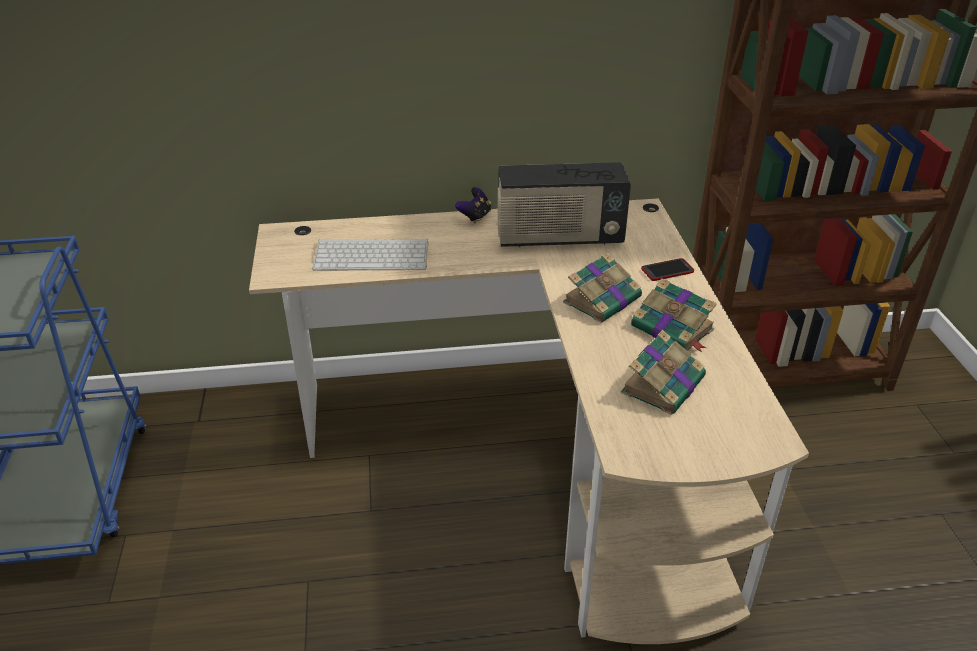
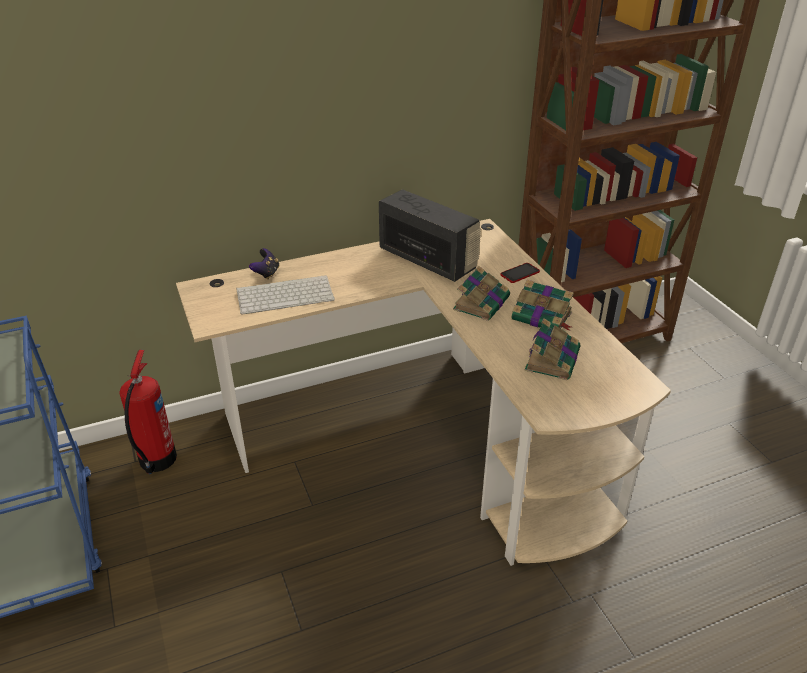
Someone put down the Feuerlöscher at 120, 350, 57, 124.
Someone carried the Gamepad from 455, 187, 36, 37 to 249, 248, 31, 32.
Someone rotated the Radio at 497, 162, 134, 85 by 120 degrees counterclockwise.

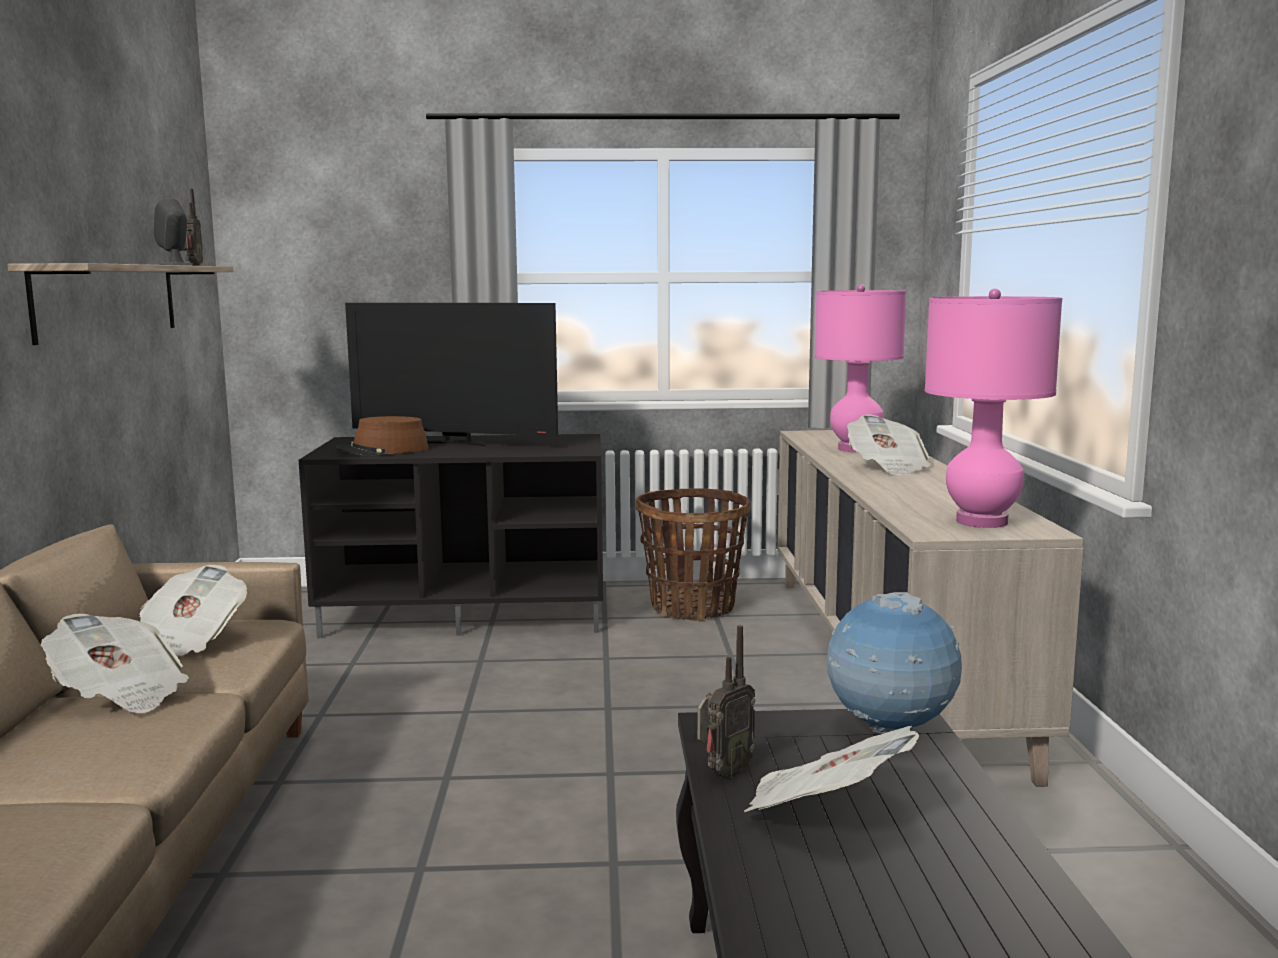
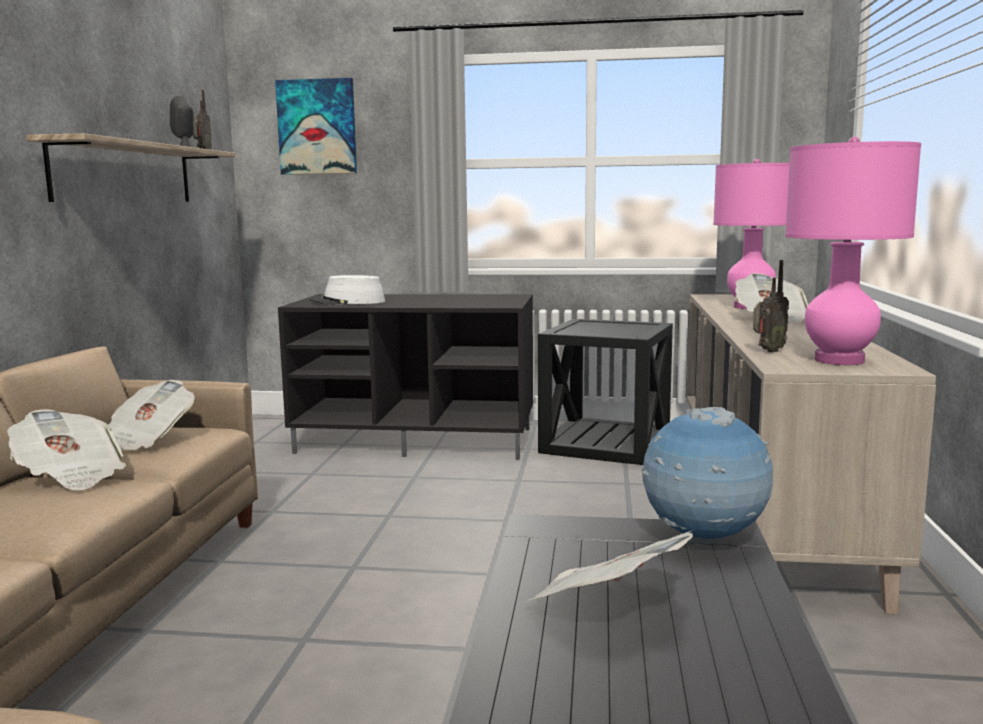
Someone took away the Fernseher at 345, 303, 213, 143.
Someone put up the Bild at 275, 78, 82, 97.
Someone carried the Radio from 697, 625, 58, 153 to 753, 260, 36, 92.
Someone swapped the Korb at 636, 488, 114, 133 for the Beistelltisch/schwarz at 538, 319, 135, 146.
Someone repainted the Hut/braun at 335, 416, 94, 39, which became the Hut/weiß at 309, 275, 76, 30.

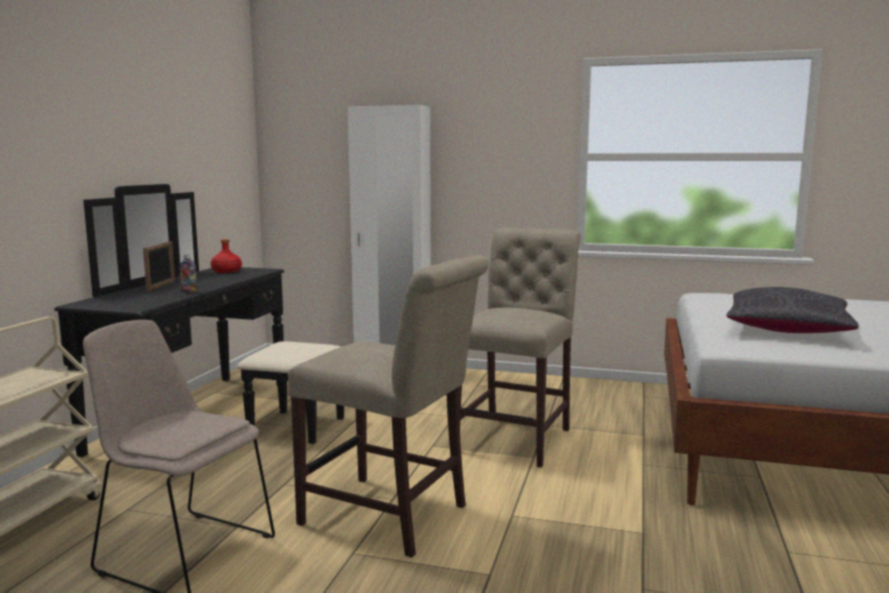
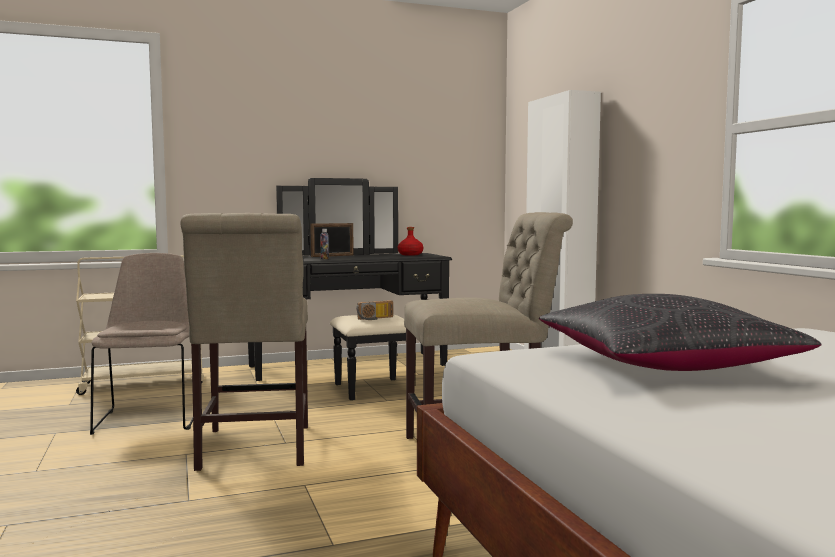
Someone put down the Radio at 356, 300, 37, 20.

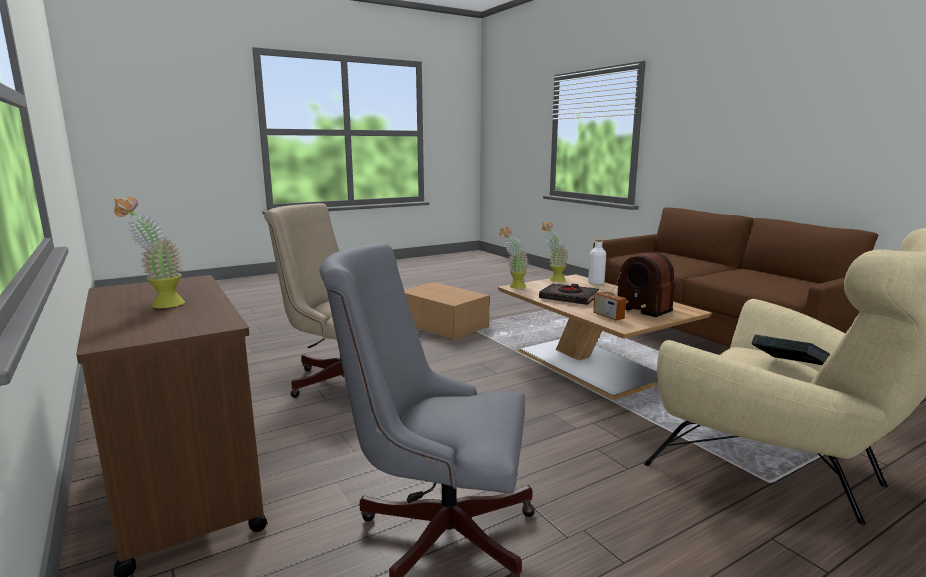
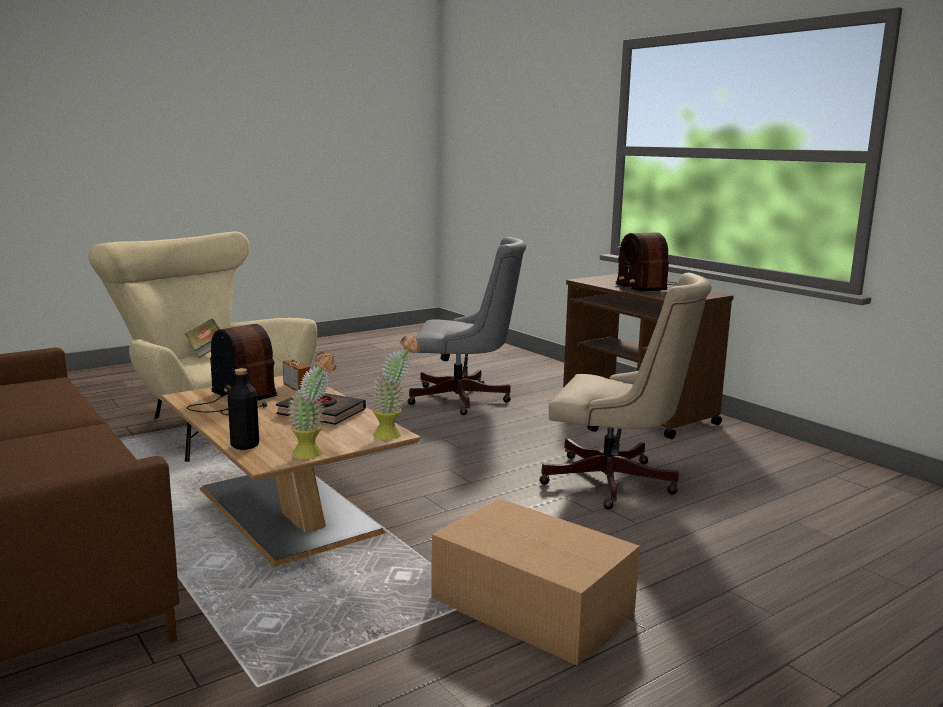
Someone swapped the Topfpflanze at 114, 197, 71, 111 for the Radio at 616, 232, 59, 60.
Someone repainted the Flasche/weiß at 588, 239, 18, 46, which became the Flasche/schwarz at 228, 368, 31, 82.

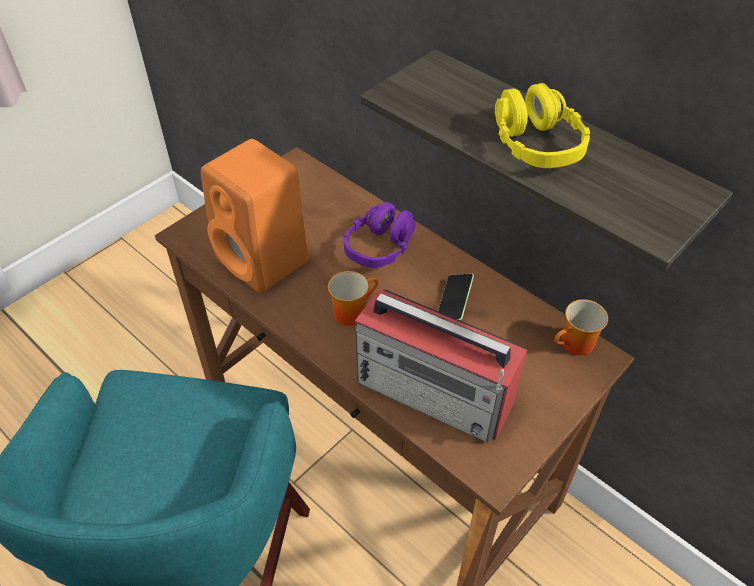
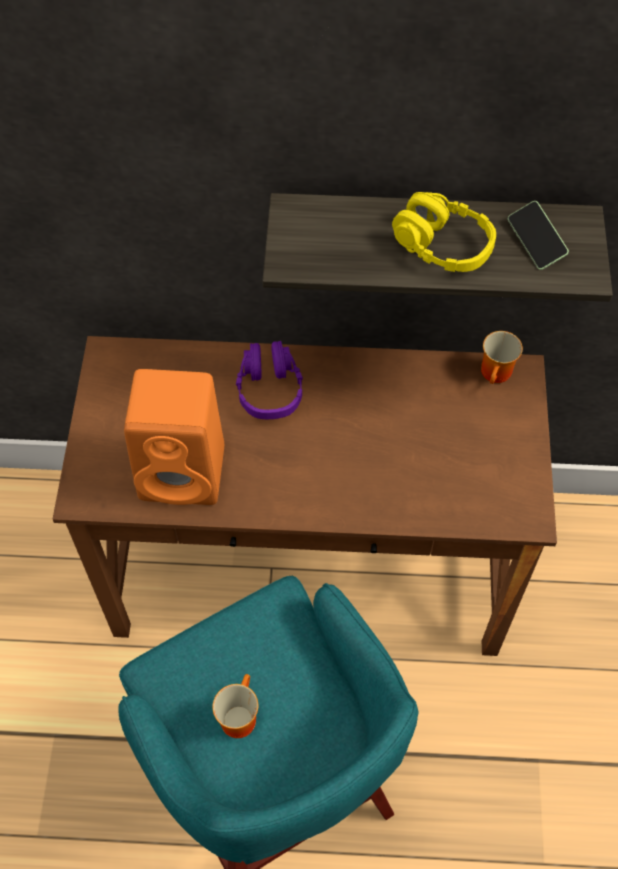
Someone took away the Radio at 355, 289, 172, 154.
Someone carried the Henkelbecher from 328, 271, 50, 55 to 213, 674, 45, 64.
Someone carried the Handy from 438, 273, 36, 47 to 508, 201, 61, 69.

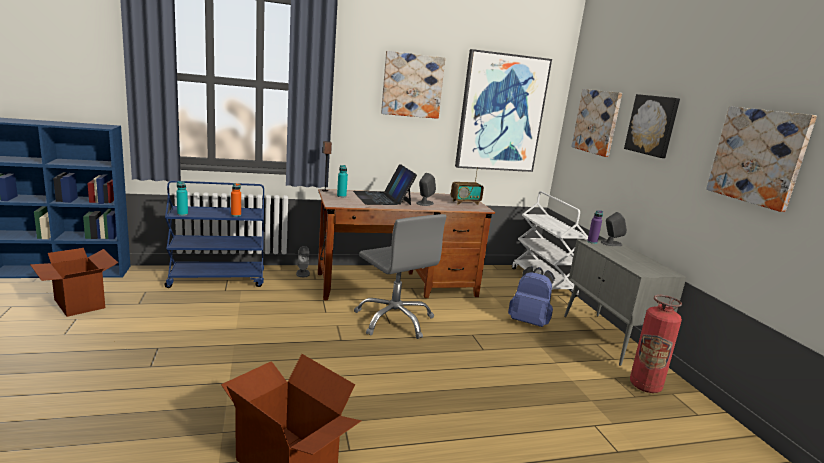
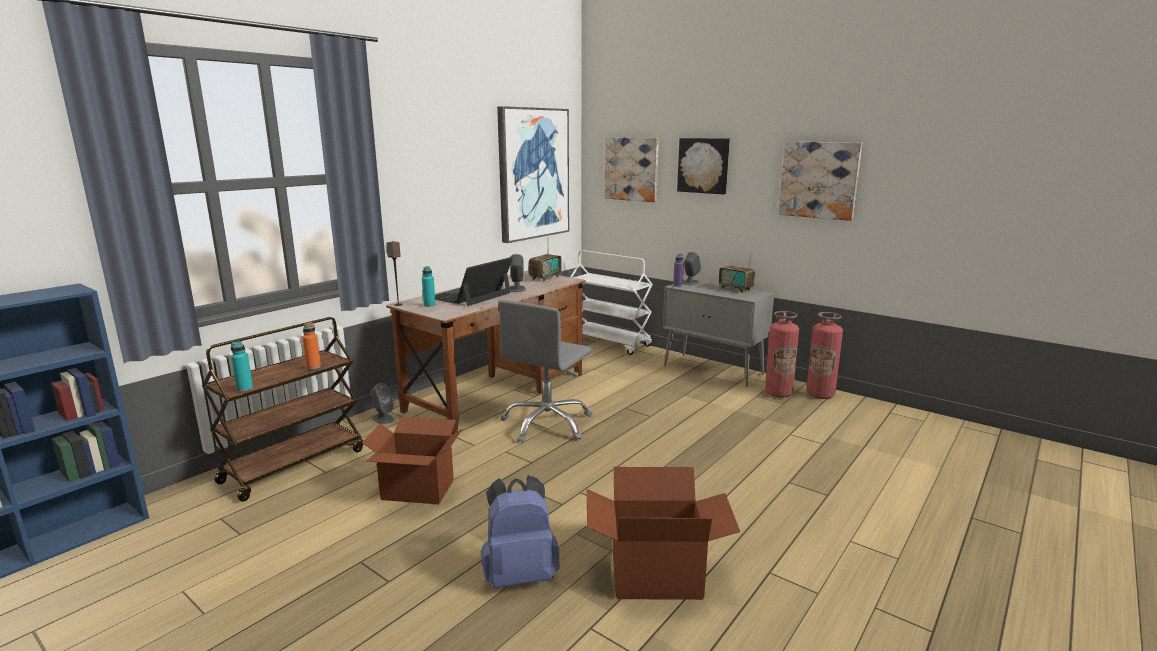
Someone took away the Bild at 381, 51, 64, 68.
Someone put down the Radio at 719, 253, 36, 40.
Someone put down the Feuerlöscher at 806, 312, 37, 87.
Someone carried the Karton from 30, 248, 88, 69 to 362, 417, 101, 87.
Someone carried the Rucksack/blau from 508, 266, 47, 61 to 481, 475, 79, 113.
Someone repainted the Rollwagen/blau at 164, 181, 100, 107, which became the Rollwagen/braun at 202, 317, 162, 185.
Someone rotated the Laptop at 353, 164, 64, 41 by 90 degrees clockwise.
Someone rotated the Bürostuhl/grau at 354, 214, 93, 125 by 105 degrees clockwise.

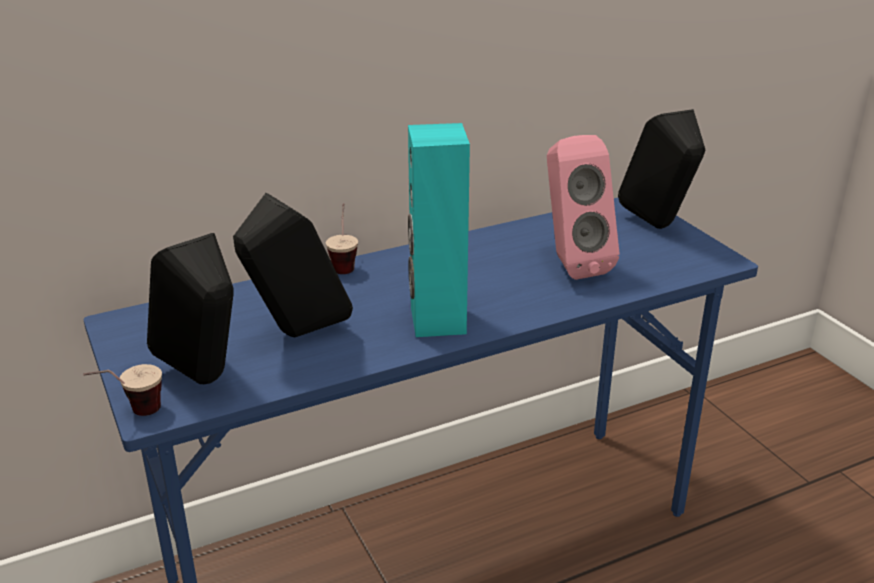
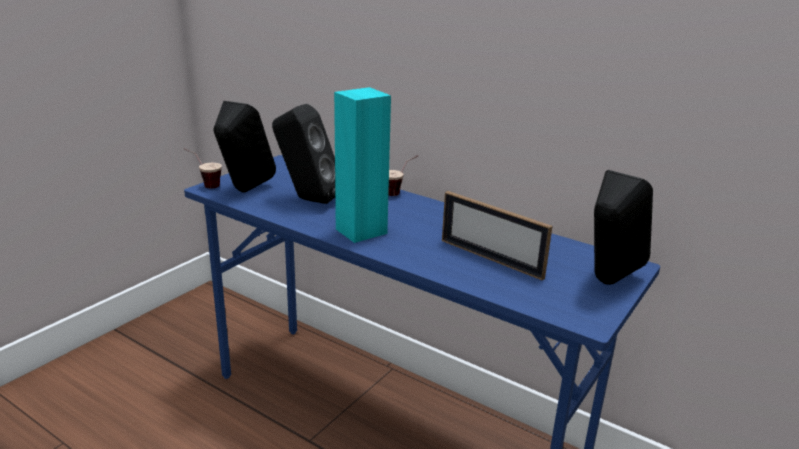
Someone swapped the Lautsprecher/rosa at 547, 135, 73, 145 for the Bilderrahmen at 442, 191, 111, 90.

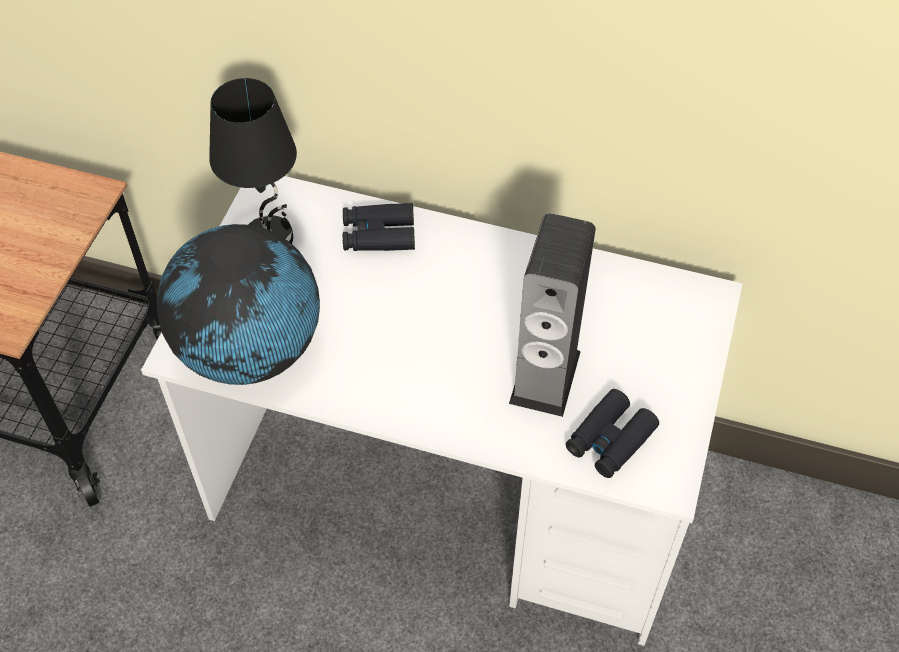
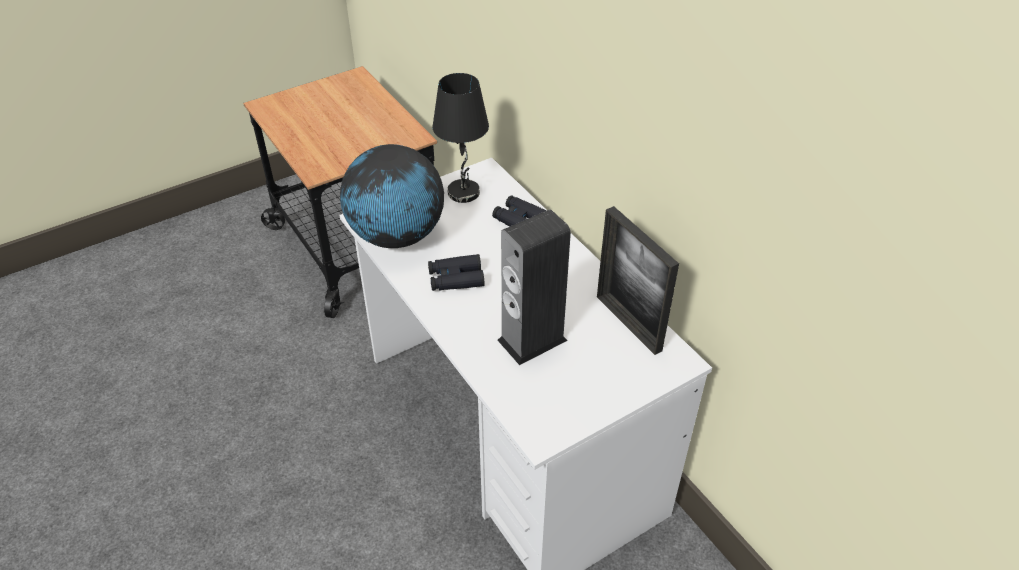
Someone put down the Bilderrahmen at 597, 206, 82, 149.
Someone carried the Fernglas/schwarz from 566, 389, 93, 89 to 428, 254, 57, 37.

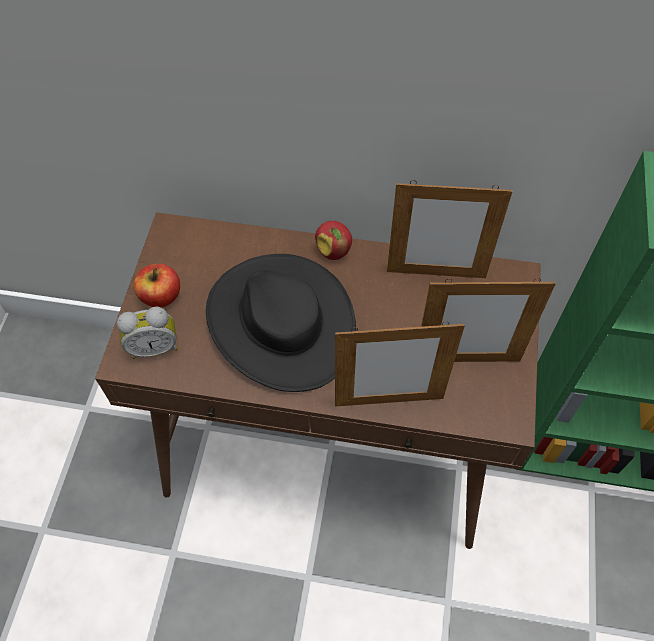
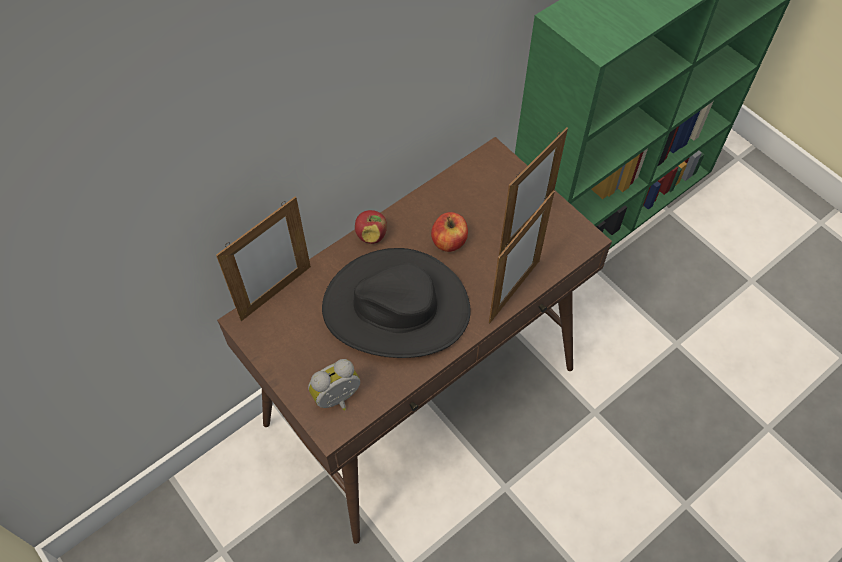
Someone carried the Apfel from 134, 264, 46, 44 to 431, 212, 37, 40.
Someone carried the Bilderrahmen from 387, 180, 126, 98 to 216, 196, 95, 125.
Someone rotated the Wecker at 117, 307, 61, 52 by 150 degrees counterclockwise.

